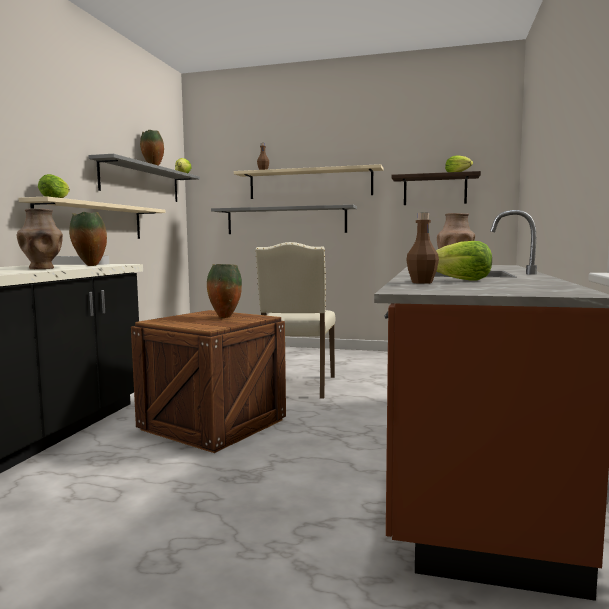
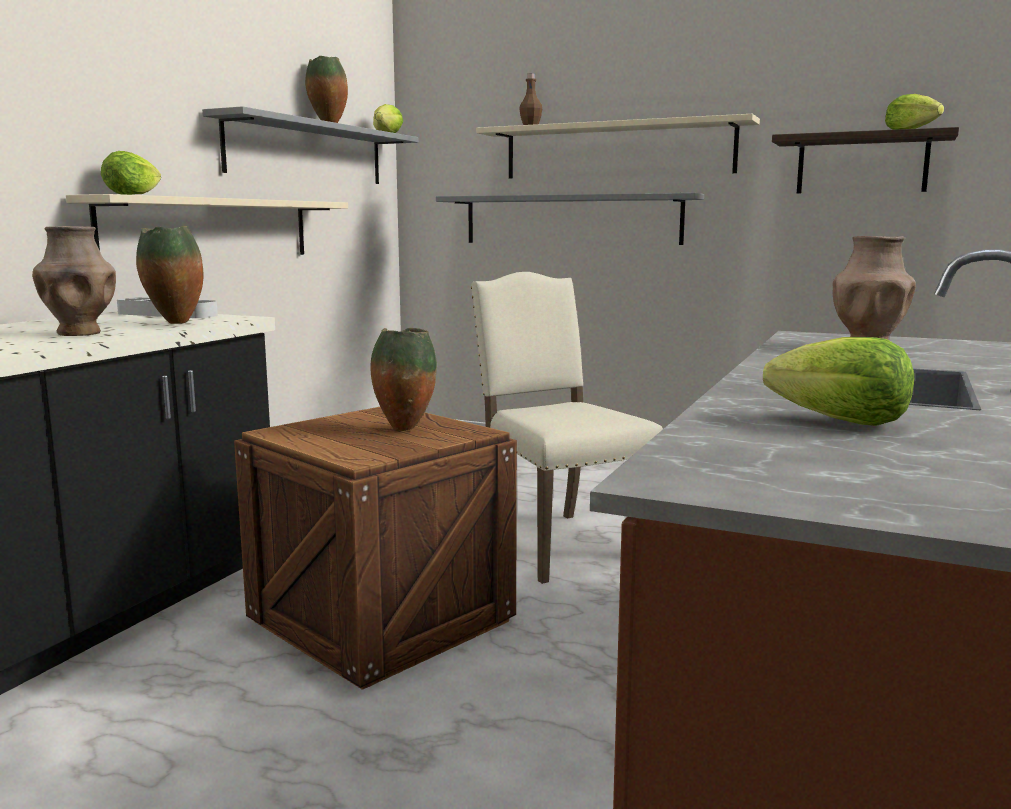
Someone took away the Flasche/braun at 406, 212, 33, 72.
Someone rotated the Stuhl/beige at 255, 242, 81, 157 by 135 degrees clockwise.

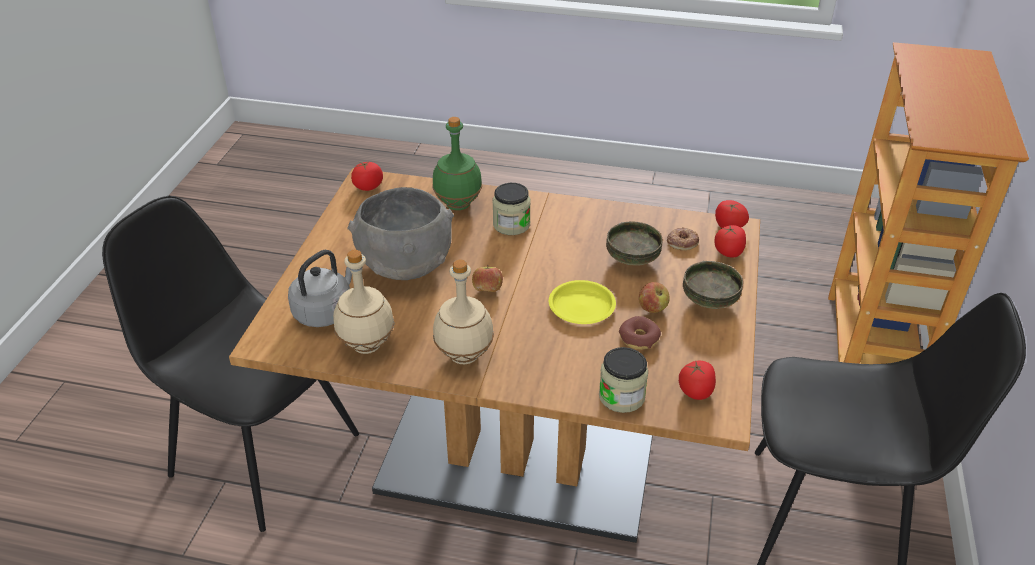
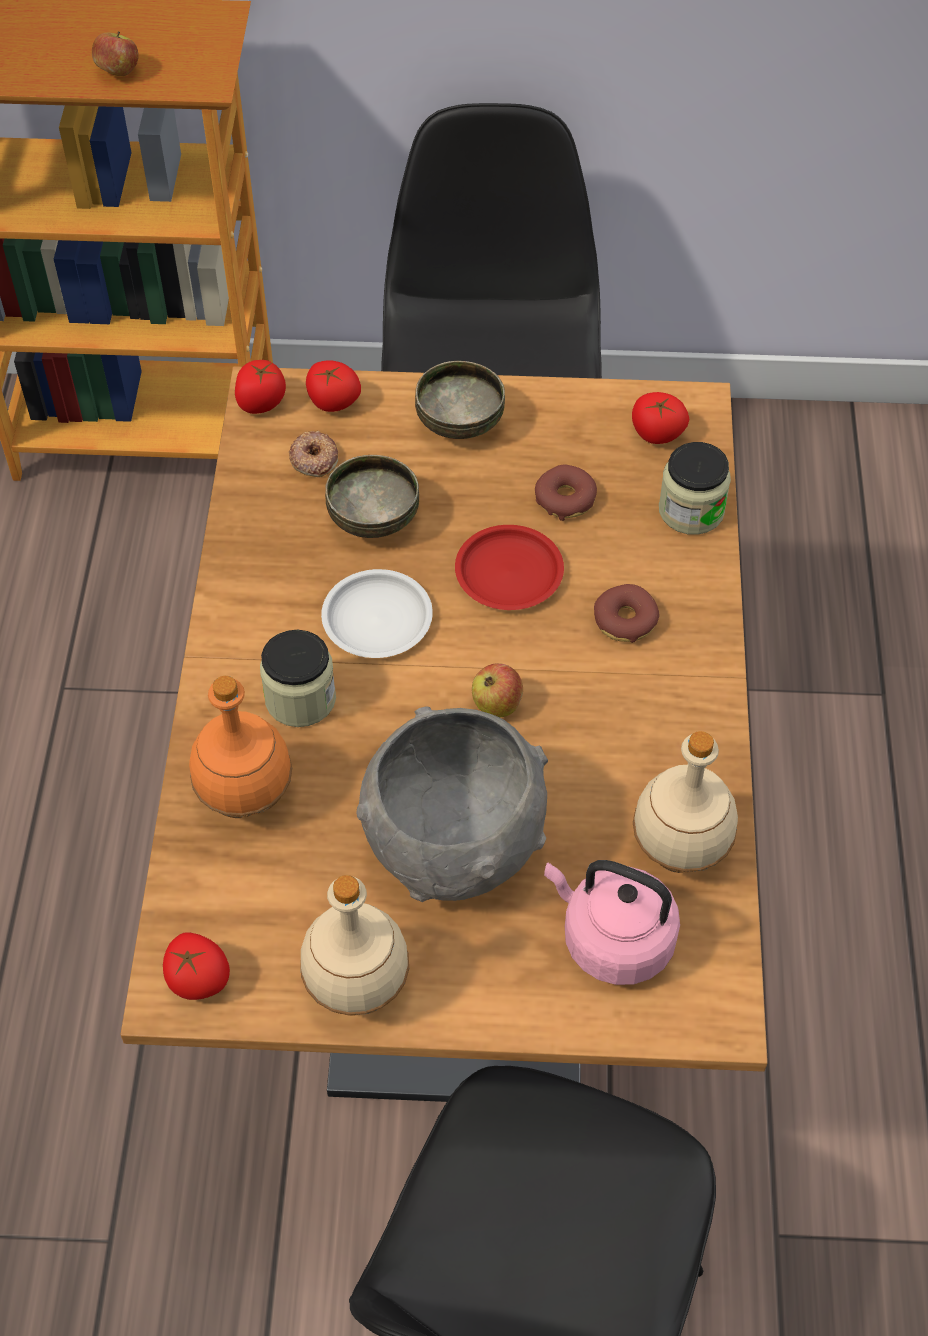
Someone put down the Teller/weiß at 321, 569, 112, 89.
Someone put down the Donut at 594, 584, 65, 59.
Someone carried the Flasche/beige from 433, 260, 61, 104 to 301, 875, 108, 141.
Someone carried the Apfel from 639, 282, 31, 31 to 92, 31, 47, 45.
Someone repainted the Wasserkessel/grau at 288, 250, 64, 77, which became the Wasserkessel/rosa at 544, 860, 136, 125.
Someone repainted the Flasche/grün at 433, 117, 49, 93, which became the Flasche/orange at 189, 676, 103, 142.
Someone repainted the Teller/gelb at 549, 280, 67, 44, which became the Teller/rot at 455, 525, 109, 85.

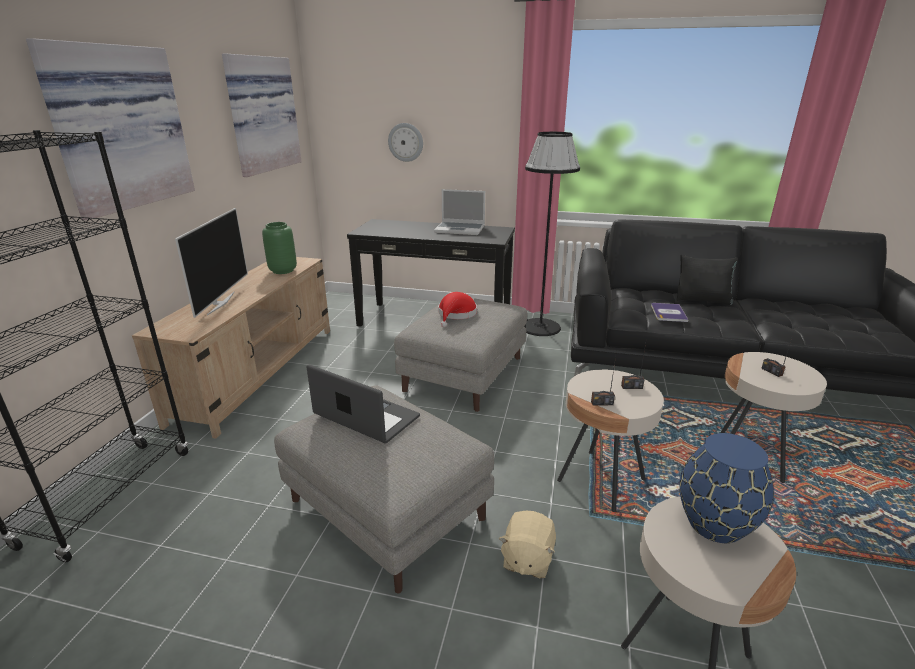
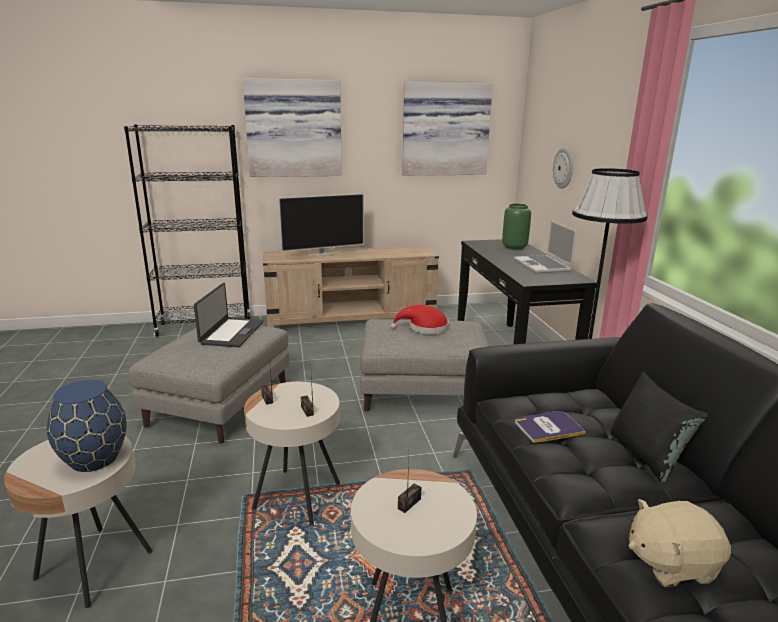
Someone carried the Vase/grün from 262, 222, 35, 52 to 502, 203, 29, 47.
Someone carried the Plüschtier/beige from 499, 510, 57, 68 to 629, 499, 102, 88.

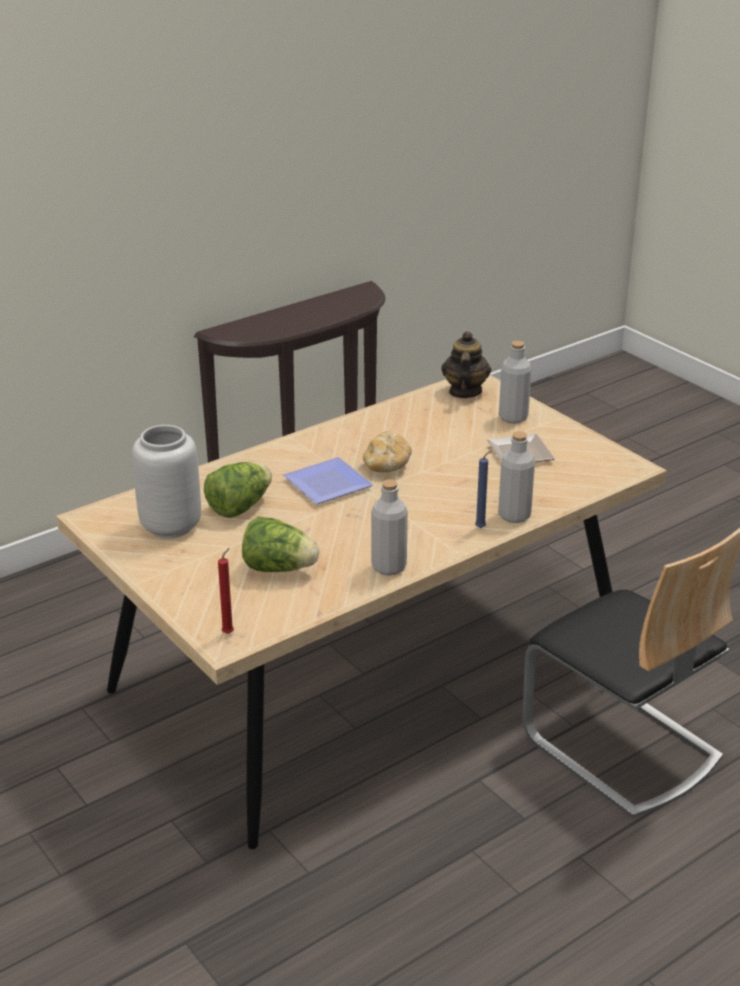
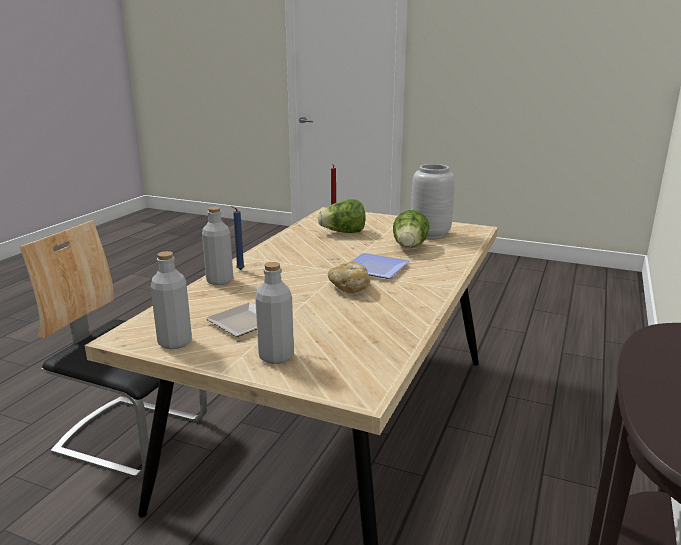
Someone took away the Teekanne at 442, 331, 49, 67.
Someone carried the Flasche/grau from 371, 479, 37, 97 to 150, 251, 42, 98.

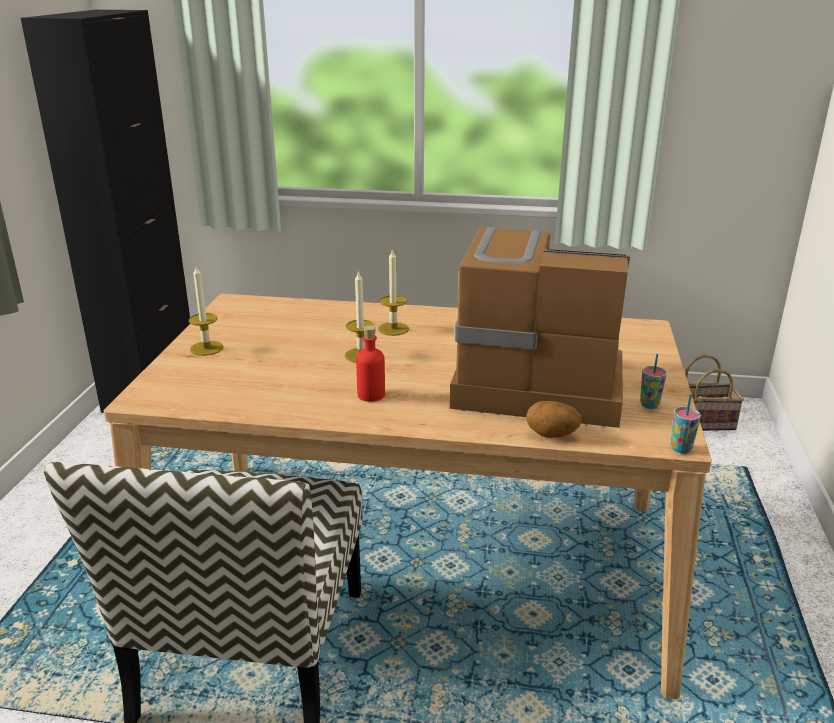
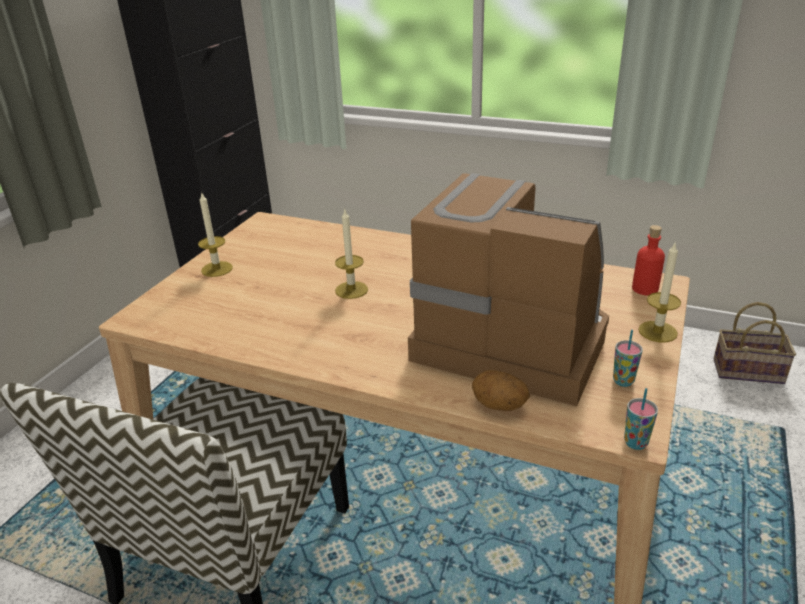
Someone carried the Flasche/rot from 356, 325, 29, 77 to 632, 225, 33, 70.
Someone carried the Kerze from 378, 248, 31, 88 to 638, 243, 43, 99.

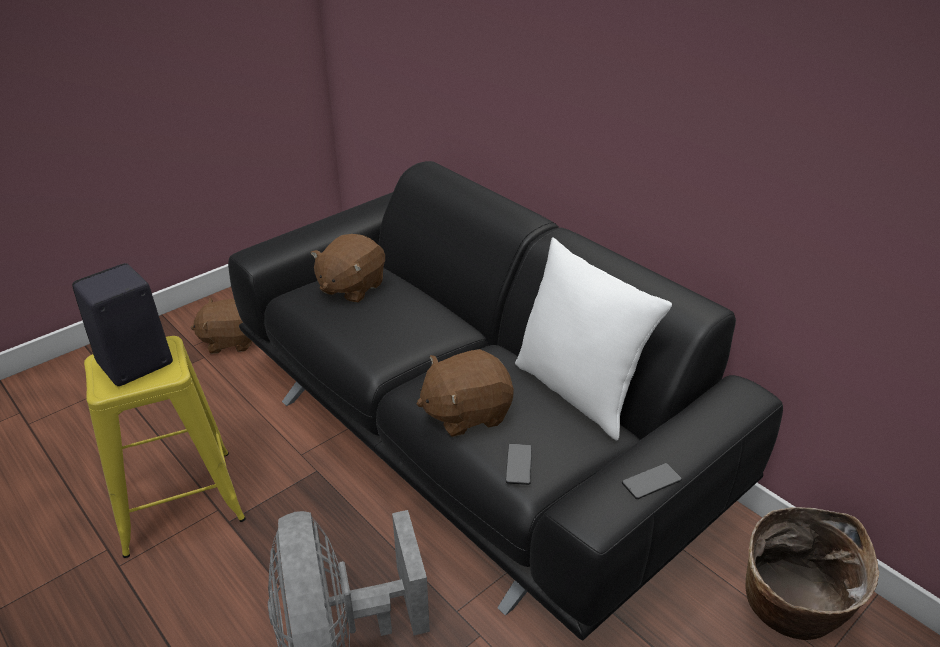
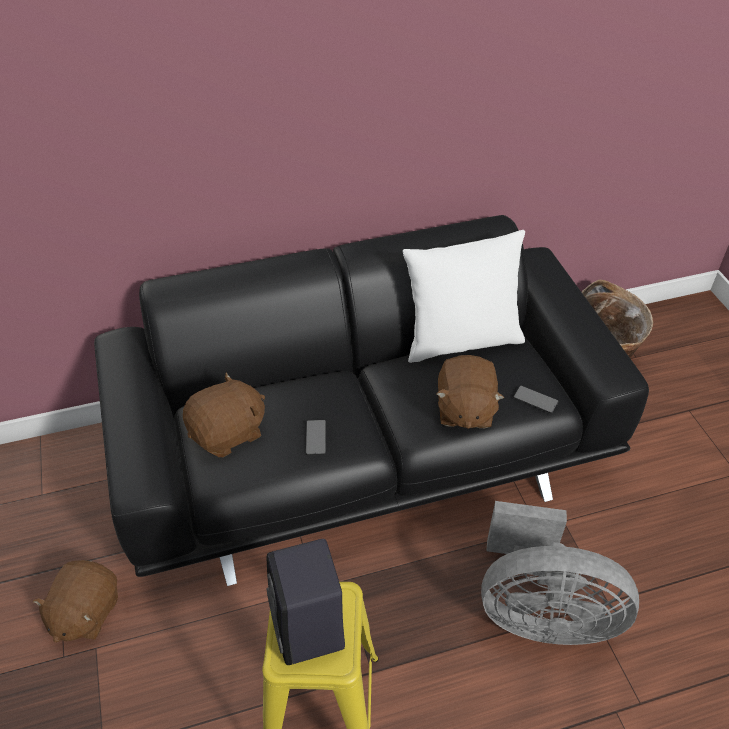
Someone carried the Handy from 622, 463, 60, 36 to 306, 420, 20, 35.
Someone rotated the Plüschtier/braun at 311, 234, 74, 69 by 90 degrees counterclockwise.

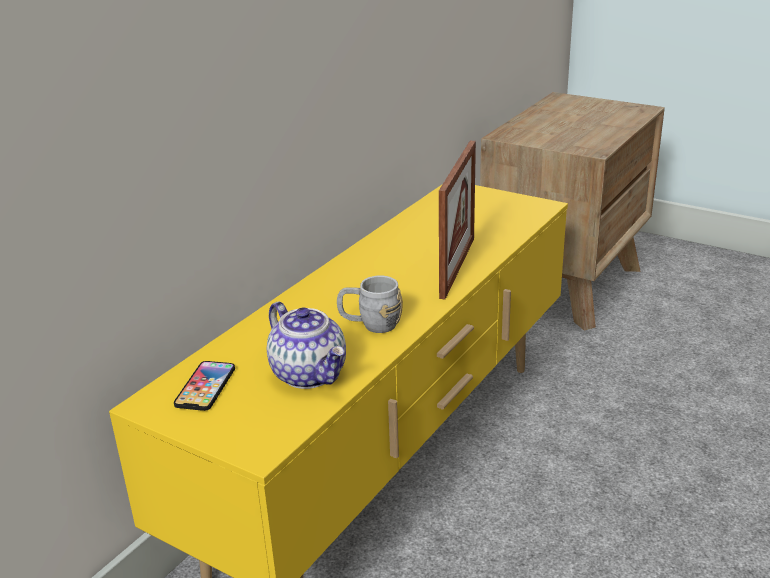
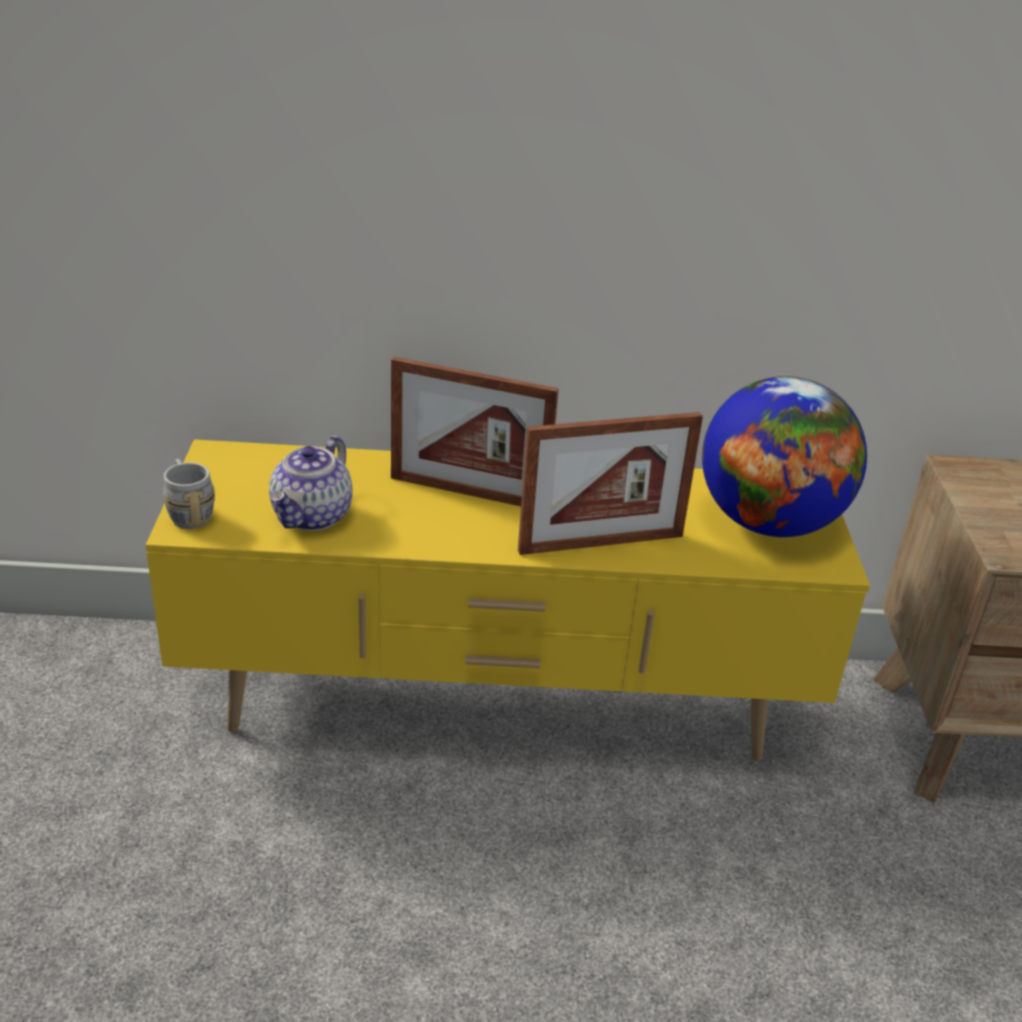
Someone took away the Handy at 174, 361, 61, 50.
Someone put down the Bilderrahmen at 391, 357, 168, 149.
Someone put down the Globus at 702, 376, 165, 161.
Someone carried the Henkelbecher/grau from 337, 276, 66, 57 to 163, 459, 52, 70.

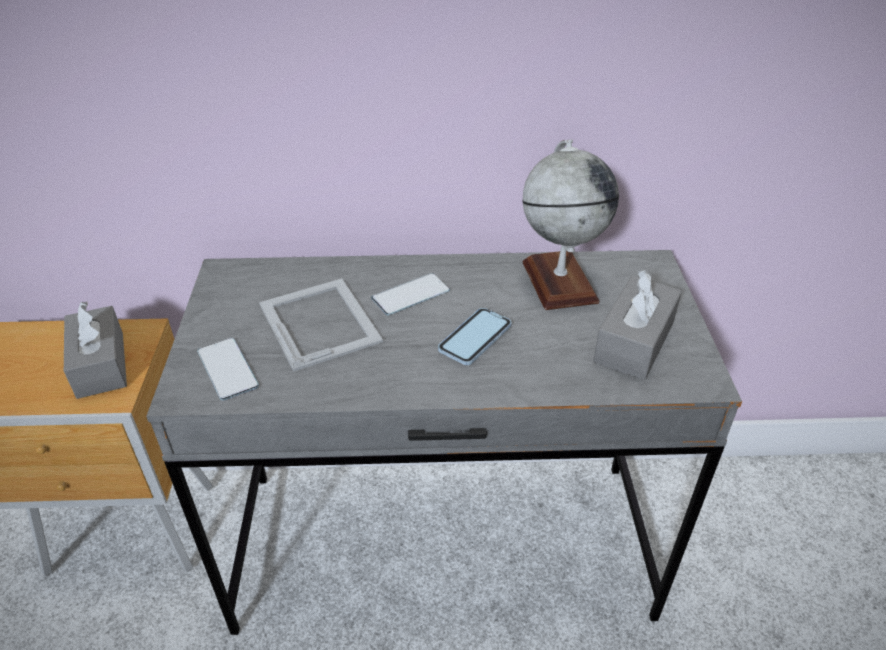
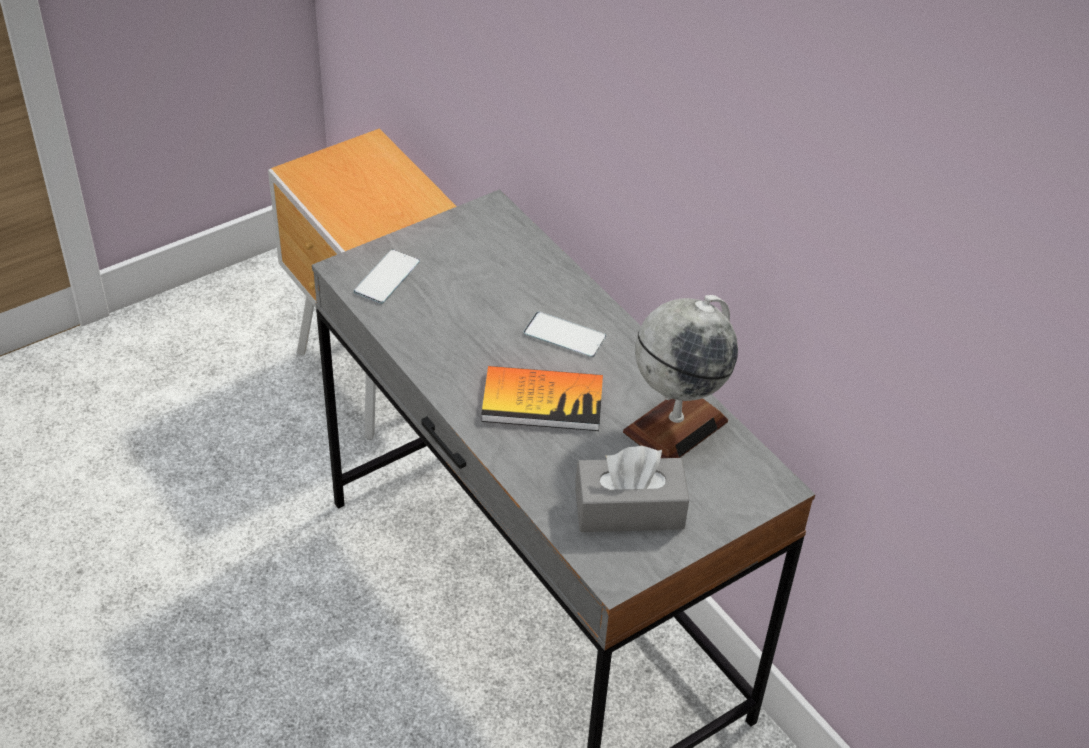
Someone took away the Taschentuchbox/grau at 64, 302, 63, 97.
Someone took away the Bilderrahmen at 259, 279, 124, 93.
Someone swapped the Handy at 438, 308, 74, 57 for the Buch at 481, 366, 122, 65.

